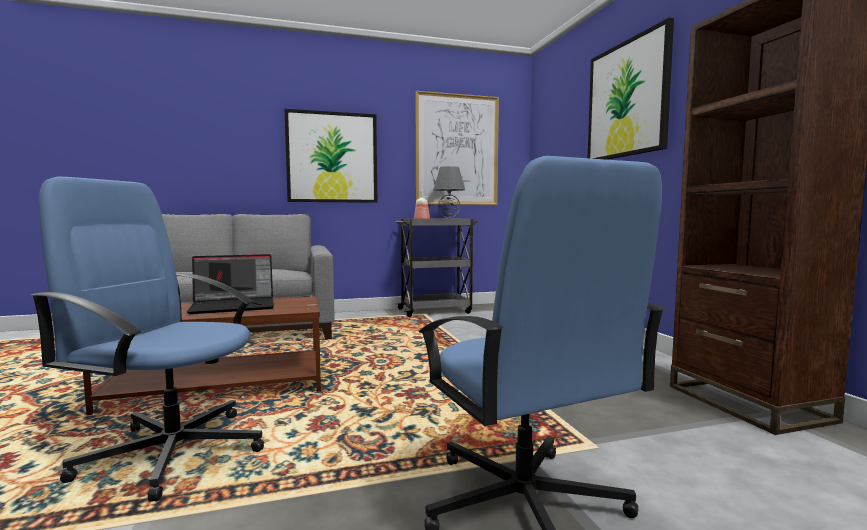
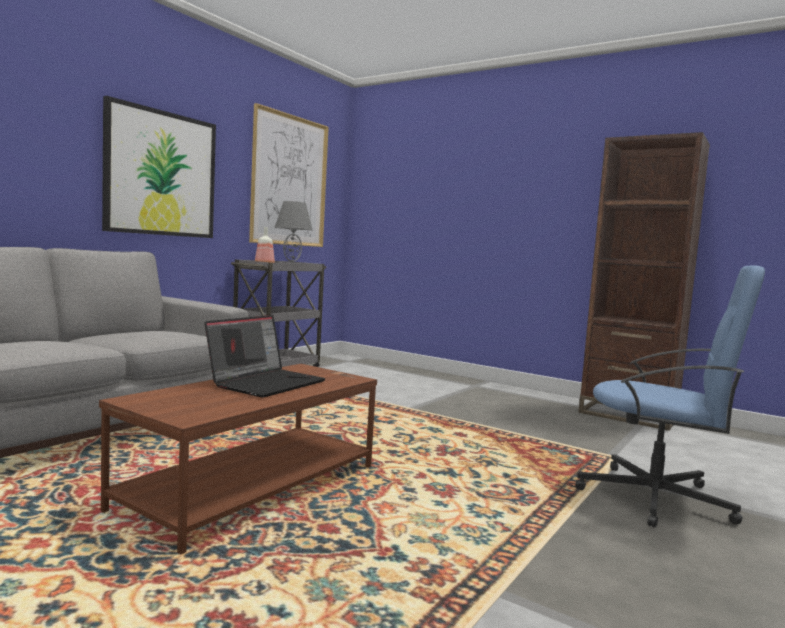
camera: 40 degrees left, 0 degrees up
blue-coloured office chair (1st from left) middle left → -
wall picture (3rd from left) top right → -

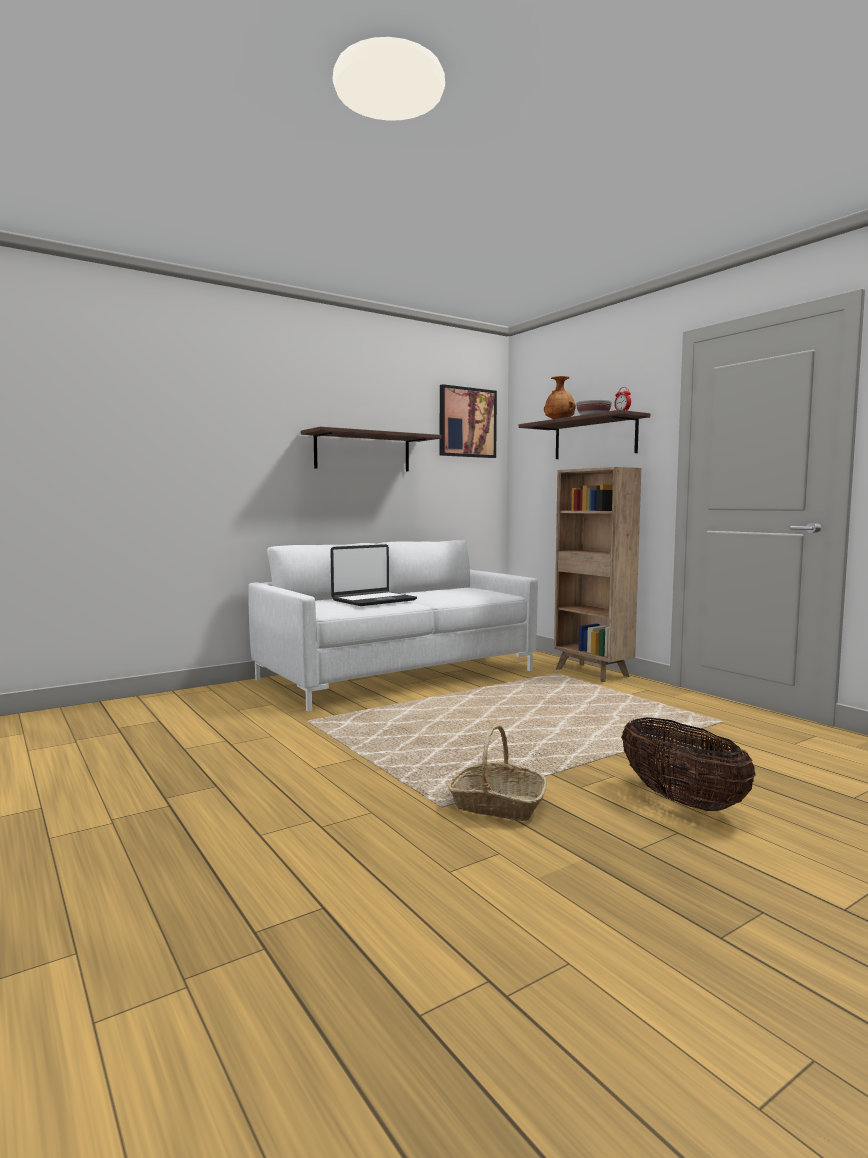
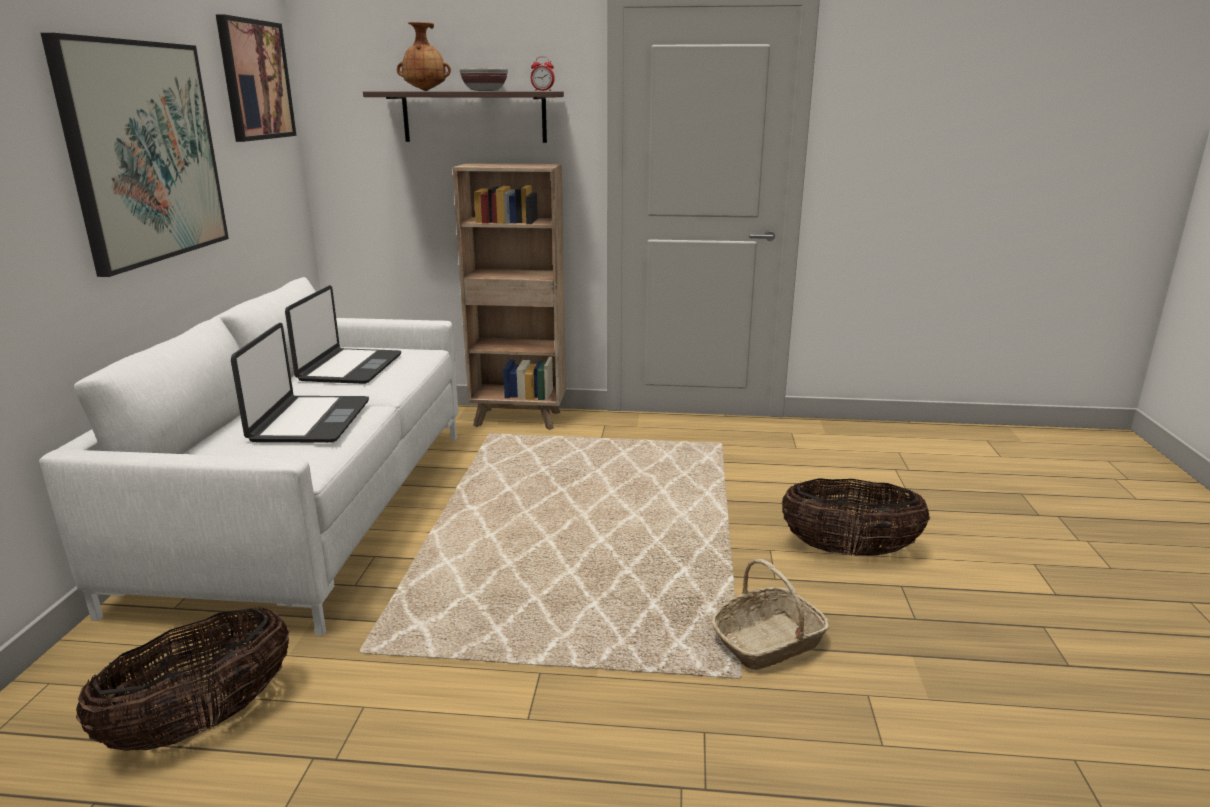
camera: 50 degrees left, 15 degrees up
bracket shelf (1st from left) centre → wall picture (1st from left) top left
- → storage basket (1st from left) bottom left
- → notebook computer (2nd from left) middle left

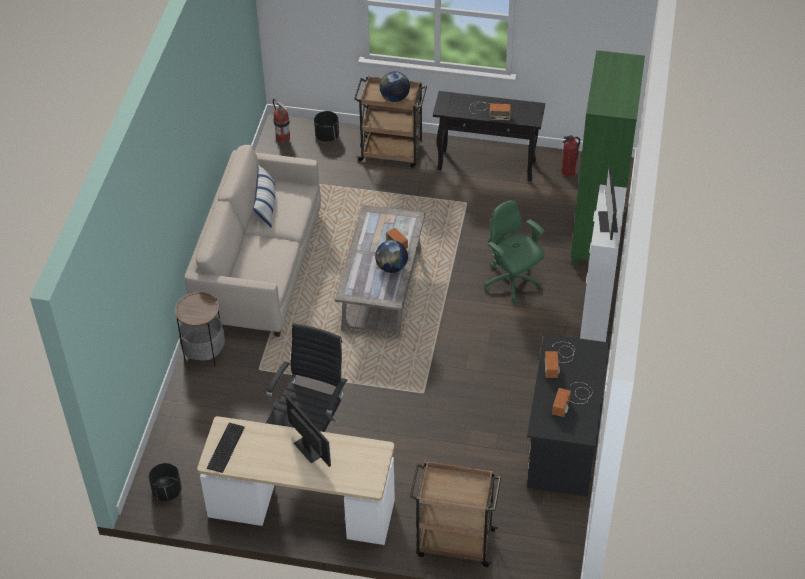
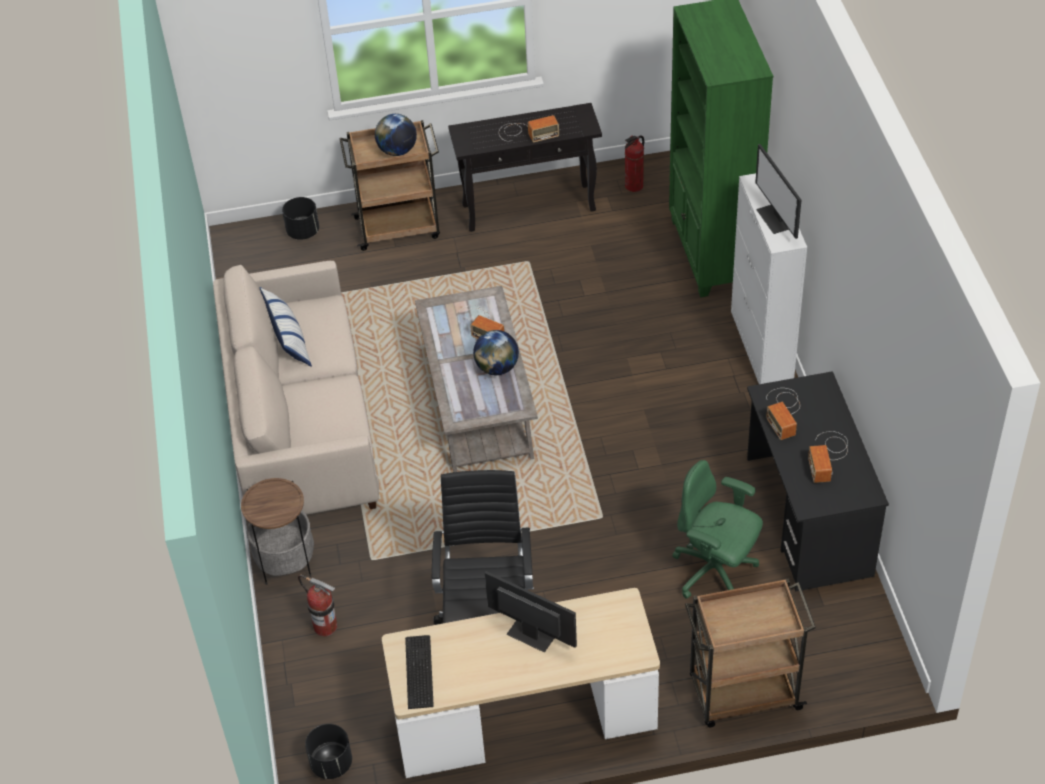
camera: 20 degrees left, 0 degrees up
fire extinguisher (1st from left) top centre → fire extinguisher (1st from left) bottom left, moved
greenish office chair centre → greenish office chair bottom right, moved

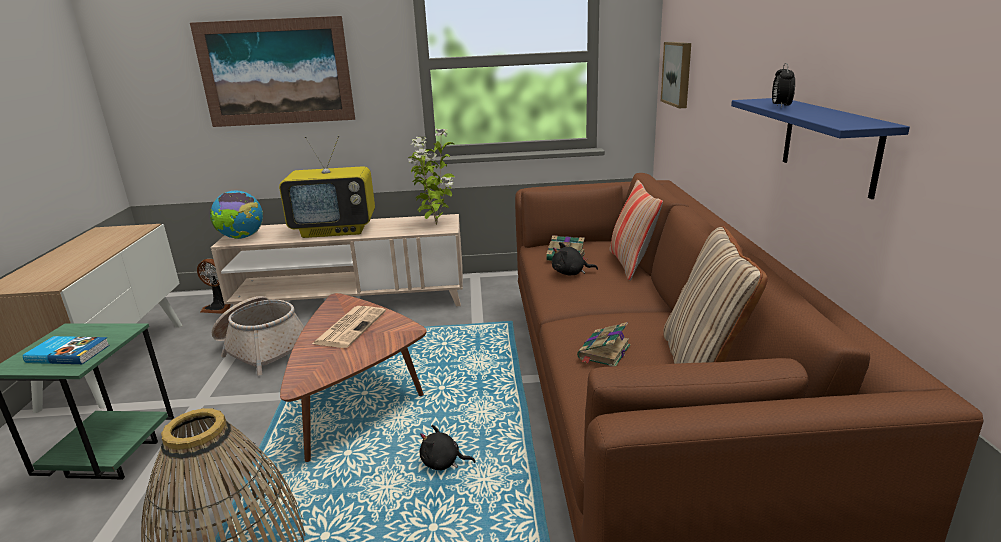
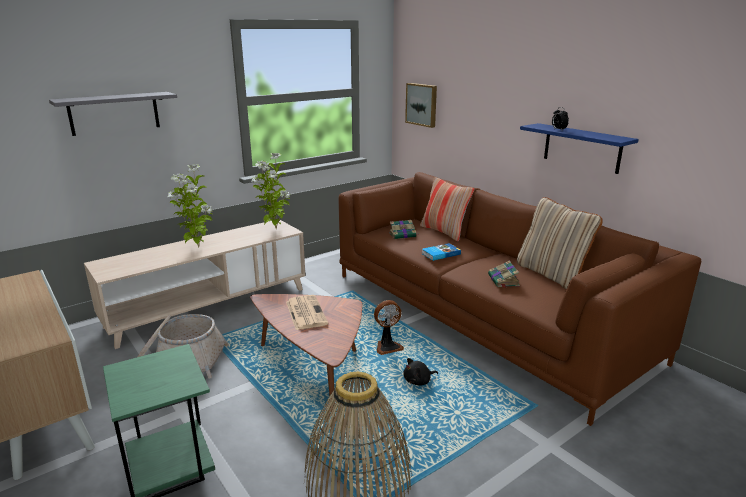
camera: 35 degrees left, 0 degrees up
wall picture (1st from left) top left → greyish bracket shelf top left
television middle left → houseplant (1st from left) middle left
electric fan middle left → electric fan centre, moved
bound book (1st from left in the first image) middle left → bound book (2nd from left) centre, moved
globe middle left → -
blackish plush toy (2nd from left) centre → -

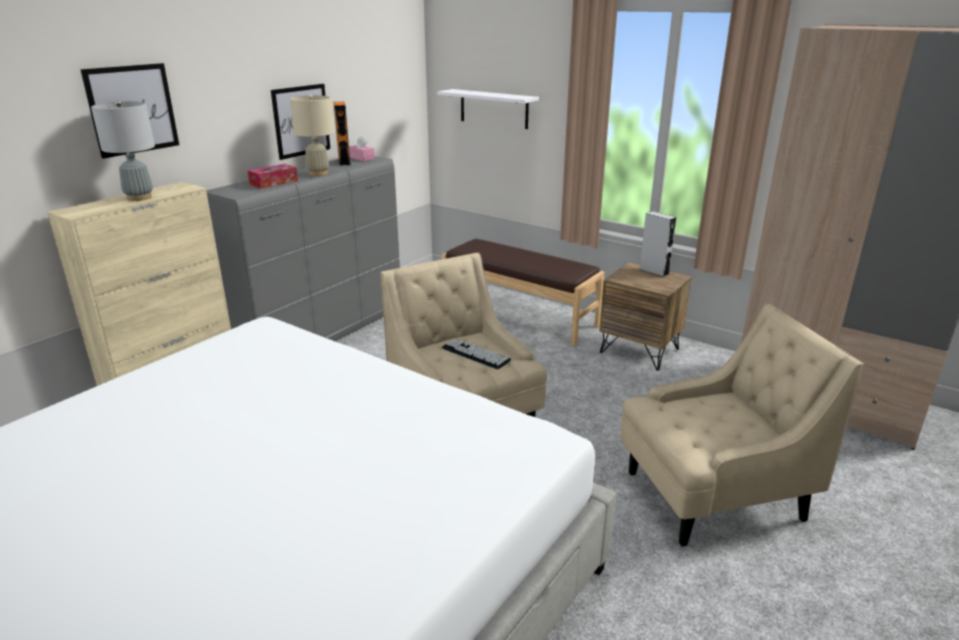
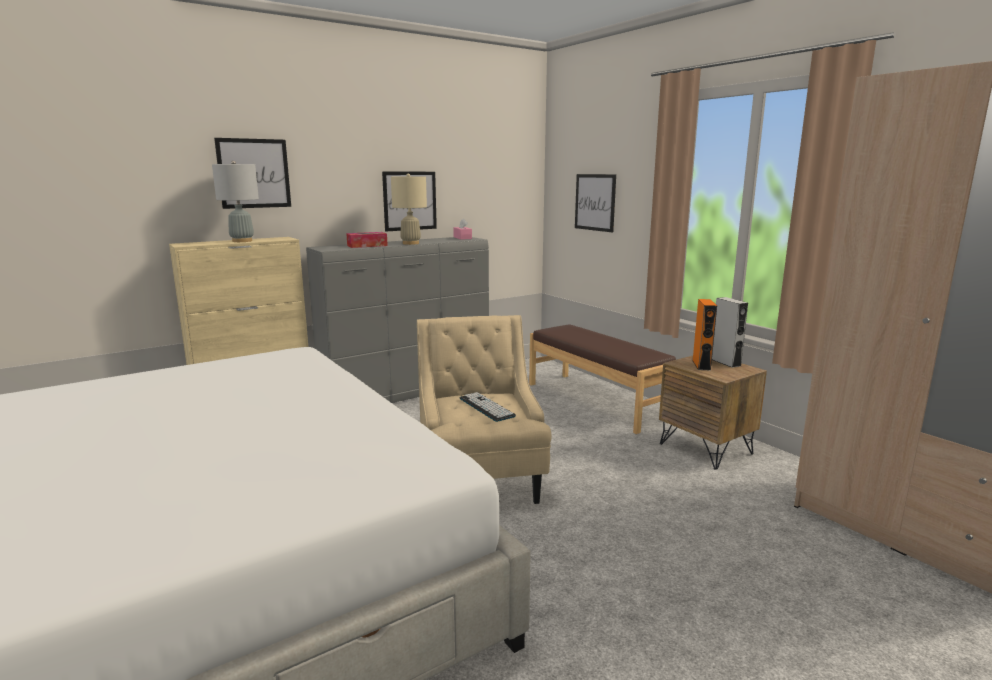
camera: 20 degrees right, 10 degrees down
white-coloured bracket shelf top centre → wall picture (3rd from left) top centre
orange-coloured audio speaker top centre → orange-coloured audio speaker middle right, moved
sand-coloured armchair (2nd from left) middle right → -

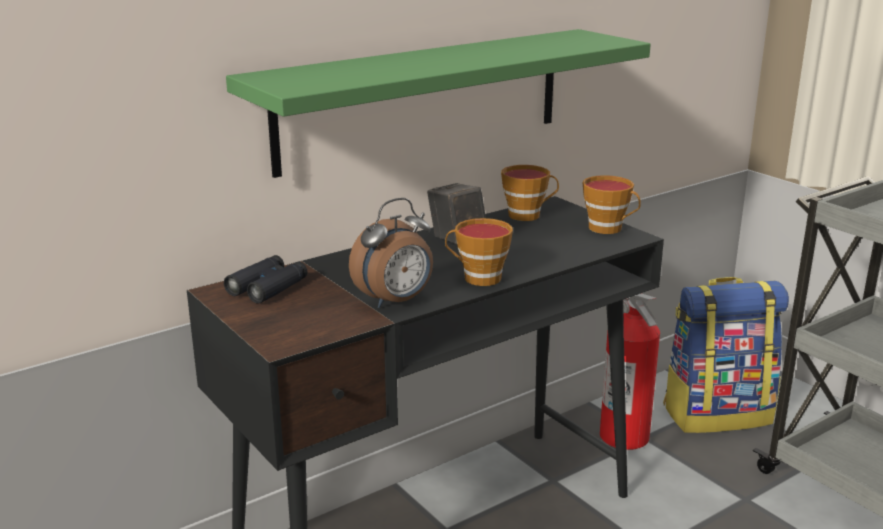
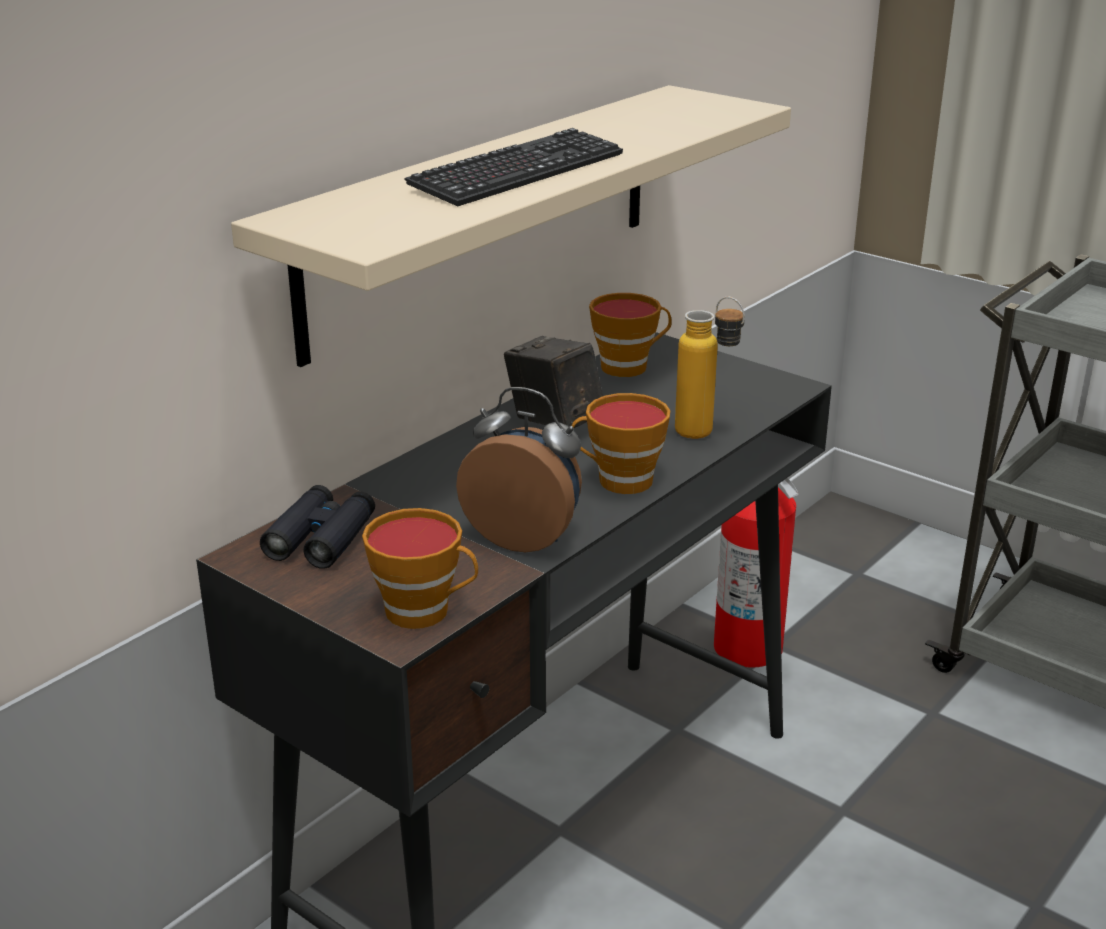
camera: 15 degrees left, 5 degrees up
greenish bracket shelf top centre → sand-coloured bracket shelf top centre
cup (3rd from left in the first image) middle right → cup (1st from left) centre, moved
- → PC keyboard top centre
alarm clock centre, 105 degrees counterclockwise
- → drink bottle centre
knapsack bottom right → -

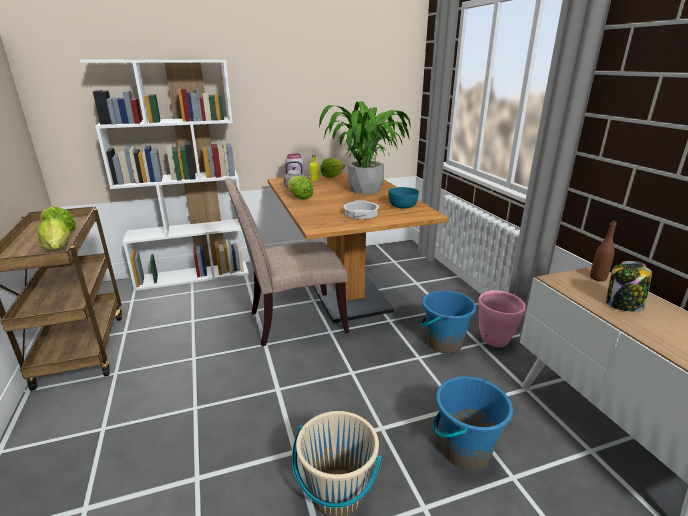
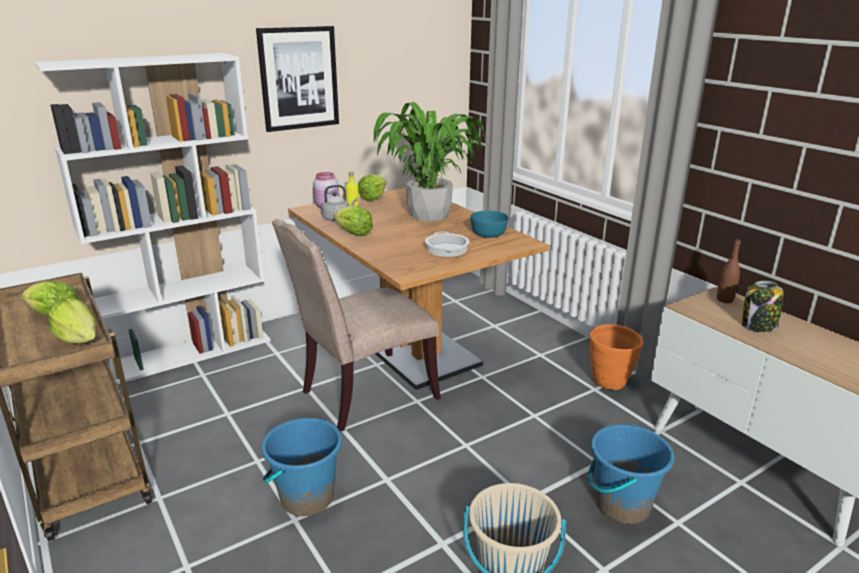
camera: 15 degrees left, 0 degrees up
- → wall picture top centre
blue-coloured pail (1st from left) centre → blue-coloured pail (1st from left) bottom centre, moved
pinkish plant pot middle right → orange-coloured plant pot middle right

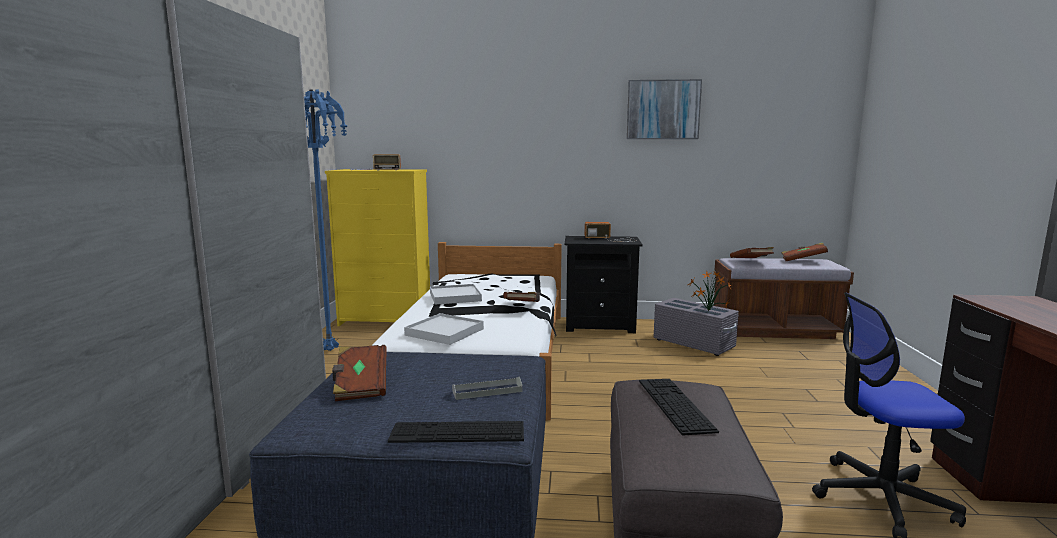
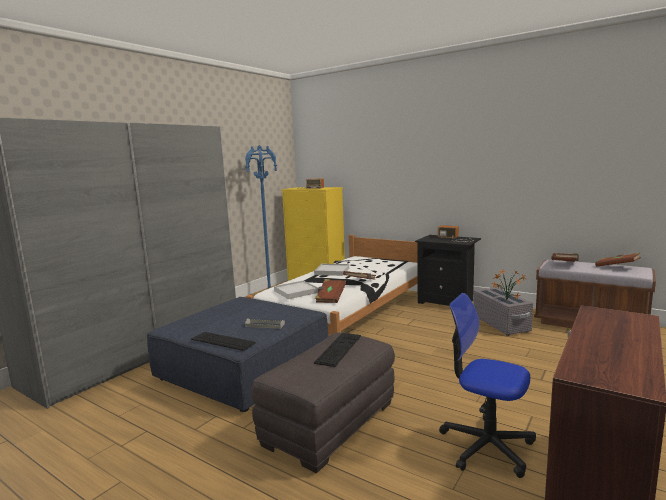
camera: 30 degrees right, 0 degrees up
brownish bound book (1st from left) bottom centre → brownish bound book (1st from left) centre, moved
wall picture top centre → -

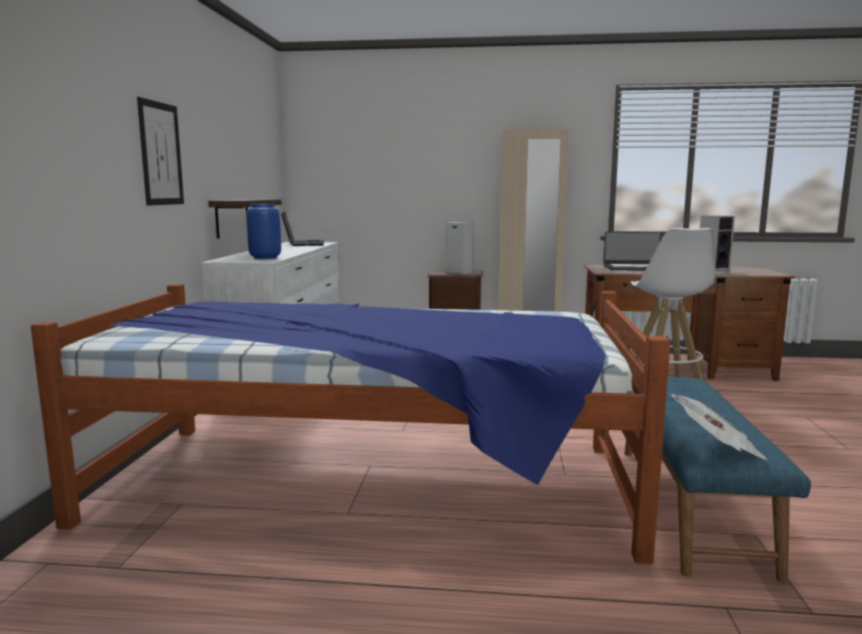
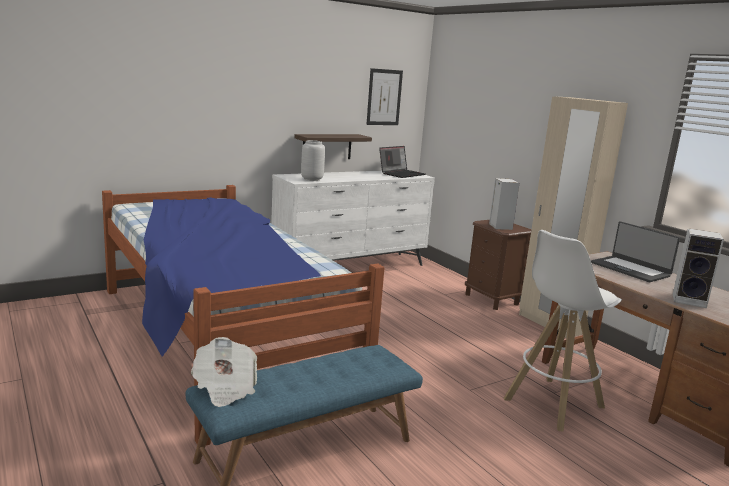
camera: 50 degrees right, 5 degrees up
blue-coloured decorative vase middle left → greyish decorative vase top centre
wall picture top left → wall picture top centre, moved

